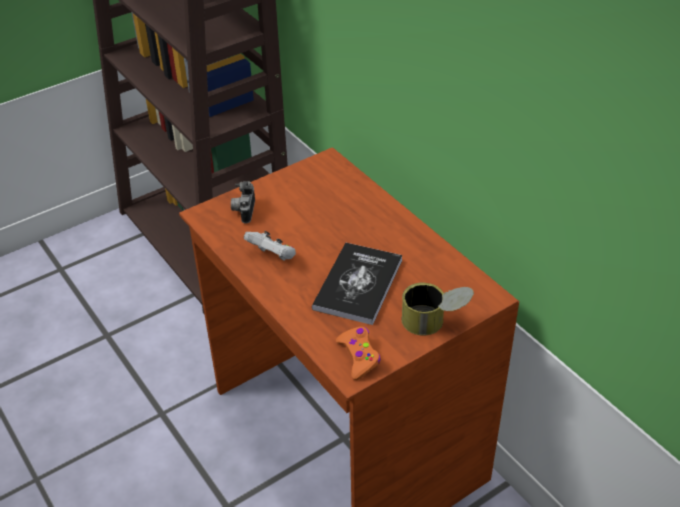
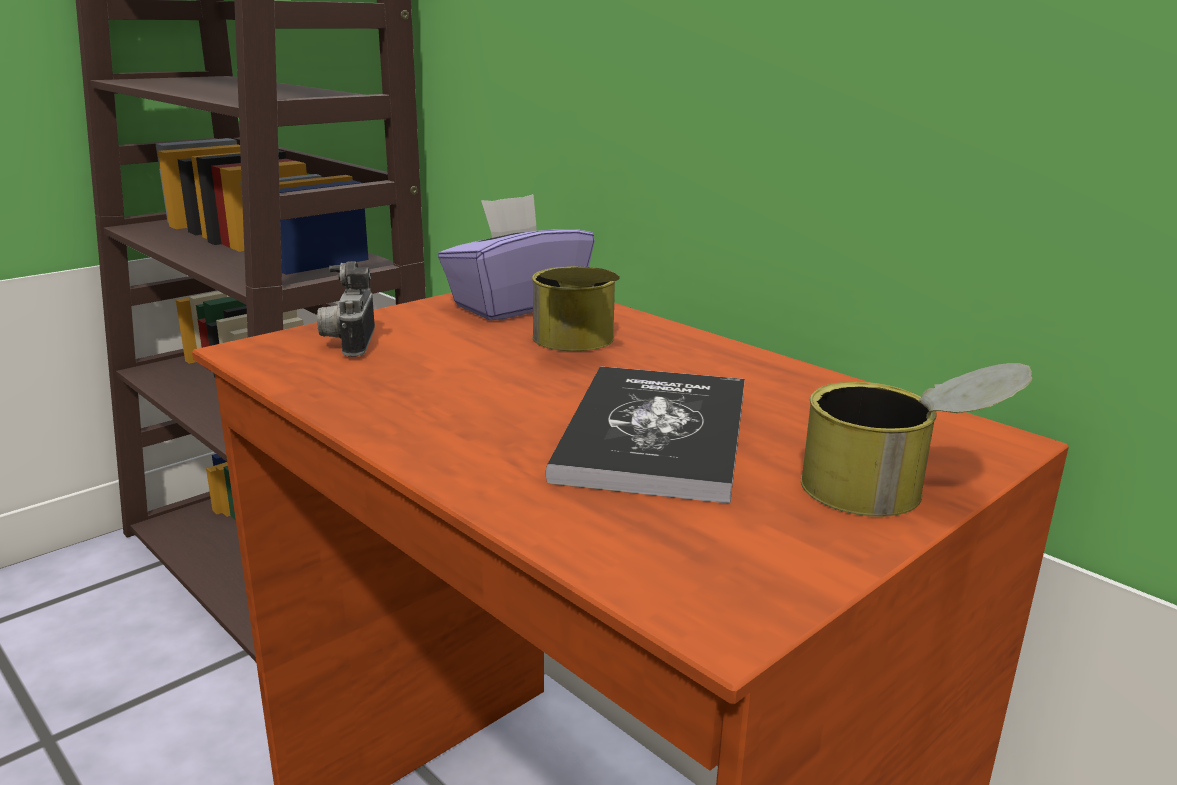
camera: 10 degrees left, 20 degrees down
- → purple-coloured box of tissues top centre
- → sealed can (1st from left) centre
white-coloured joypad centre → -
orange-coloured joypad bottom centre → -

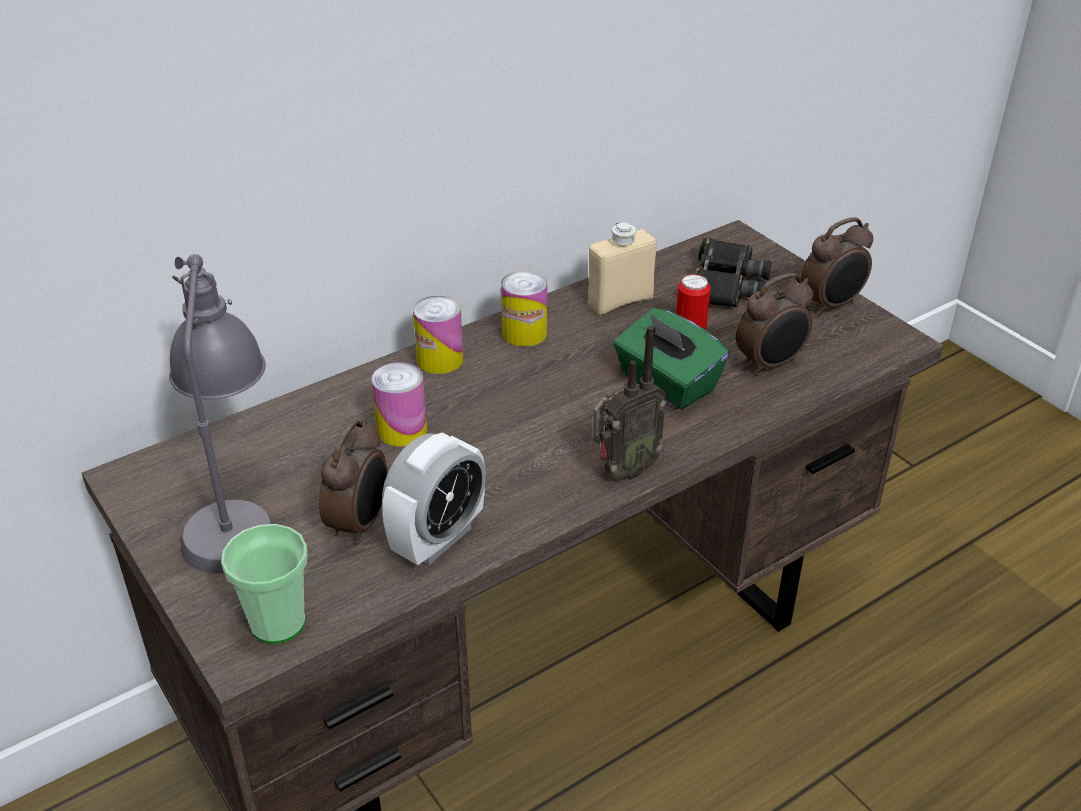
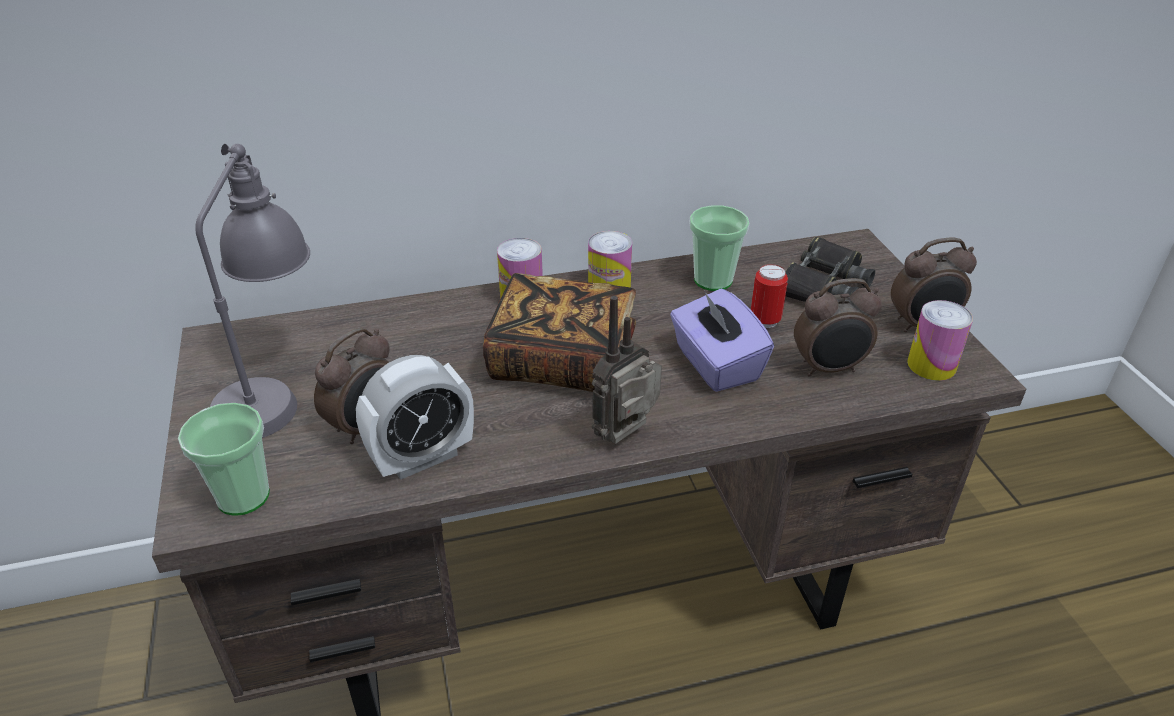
camera: 20 degrees right, 0 degrees up
- → bound book centre
radio centre, 150 degrees clockwise
greenish box of tissues centre → purple-coloured box of tissues centre
sand-coloured drink bottle top centre → cup (2nd from left) centre
sealed can (1st from left in the first image) centre → sealed can (4th from left) middle right, moved

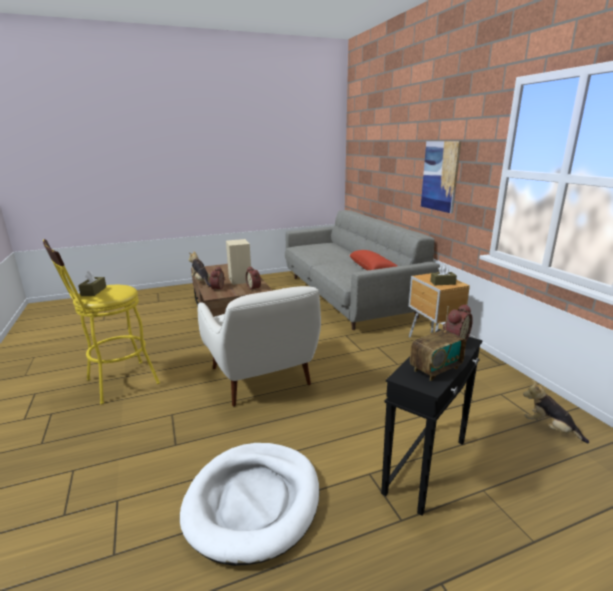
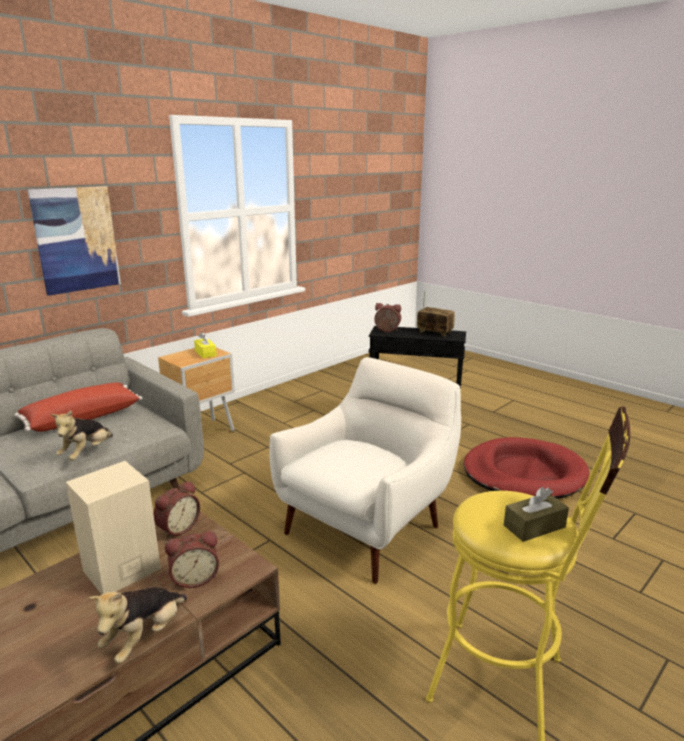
camera: 115 degrees left, 0 degrees up
plush toy (2nd from left in the first image) bottom right → plush toy (1st from left) middle left, moved
brownish box of tissues (2nd from left) middle right → yellow-coloured box of tissues middle left
white-coloured pet bed bottom centre → reddish pet bed middle right

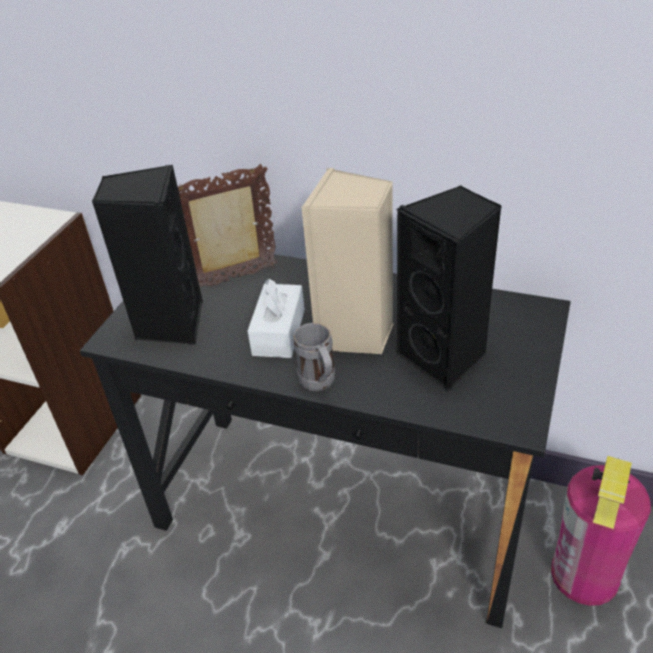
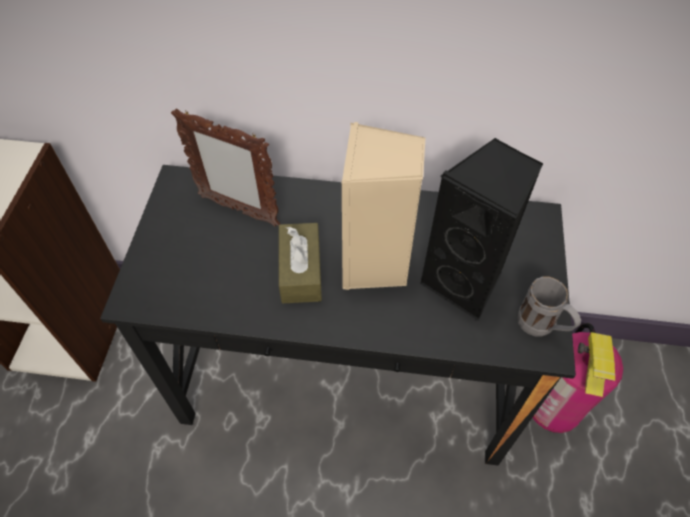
camera: 15 degrees left, 15 degrees up
picture frame centre → picture frame top left, 120 degrees counterclockwise
white-coloured box of tissues centre → brownish box of tissues centre
greyish mug centre → greyish mug middle right, moved
blackish audio speaker (1st from left) middle left → -

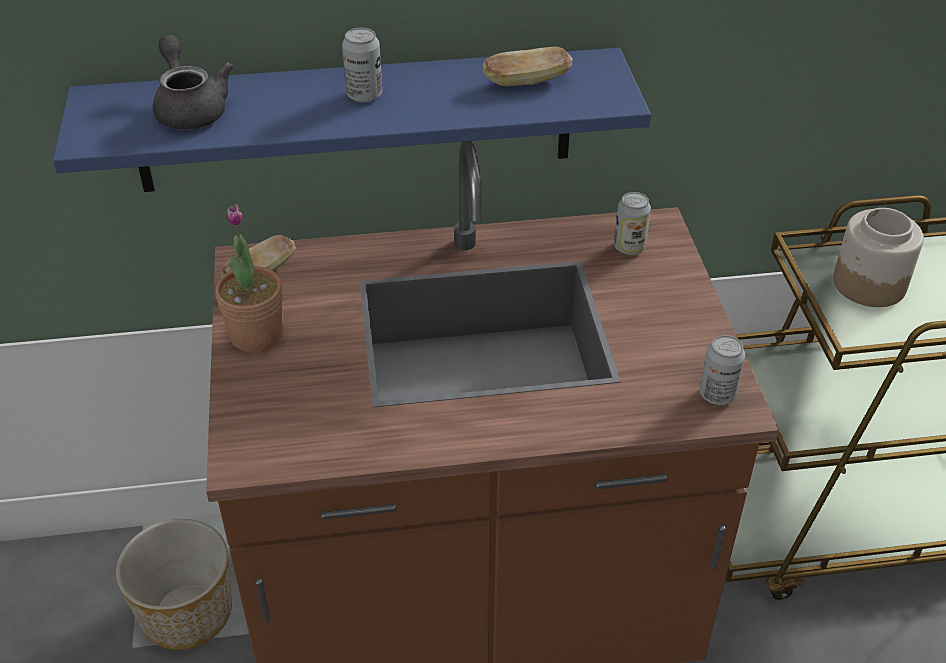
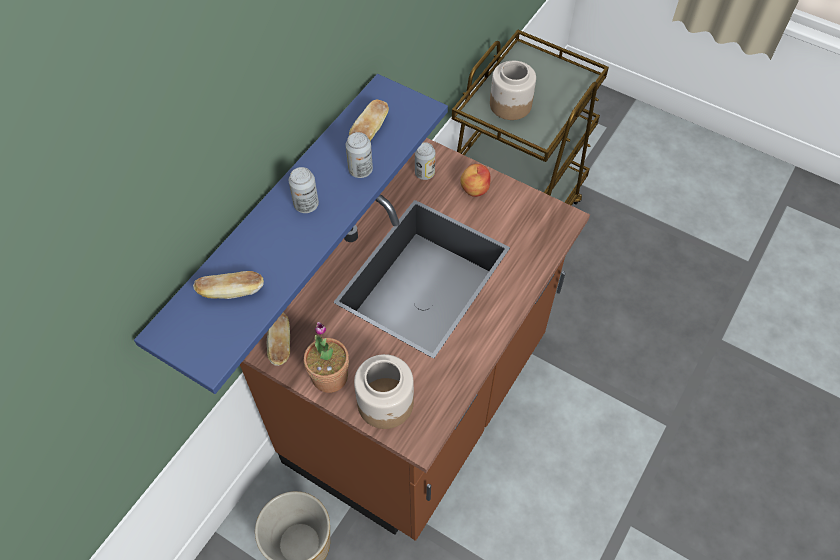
camera: 50 degrees left, 15 degrees up
greyish teapot top left → baked bread (1st from left) middle left
sealed can (3rd from left in the first image) middle right → sealed can (2nd from left) top centre, moved
- → preserve jar (1st from left) bottom centre
- → whole apple top centre

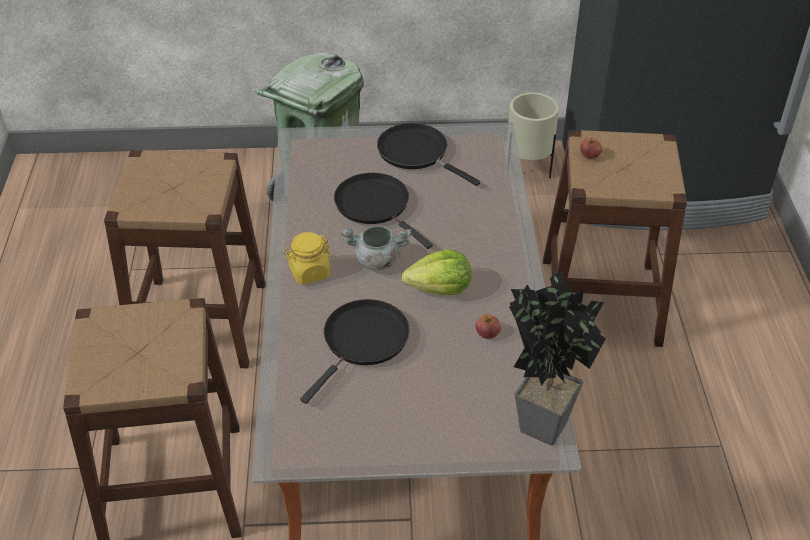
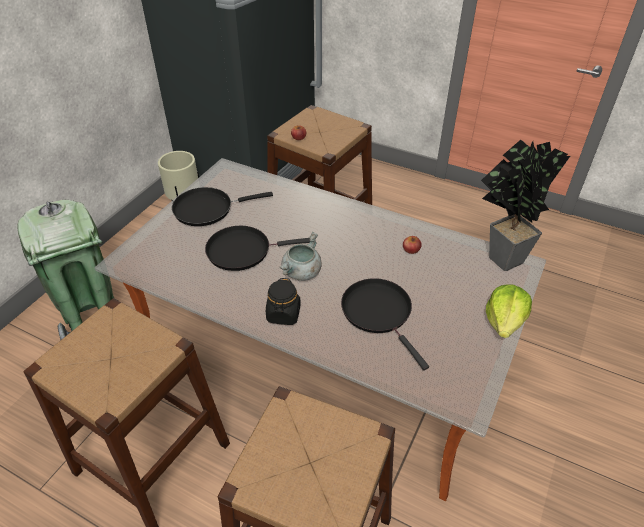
camera: 60 degrees left, 0 degrees up
yellow-coloured preserve jar centre → blackish preserve jar centre
lettuce head centre → lettuce head middle right, moved

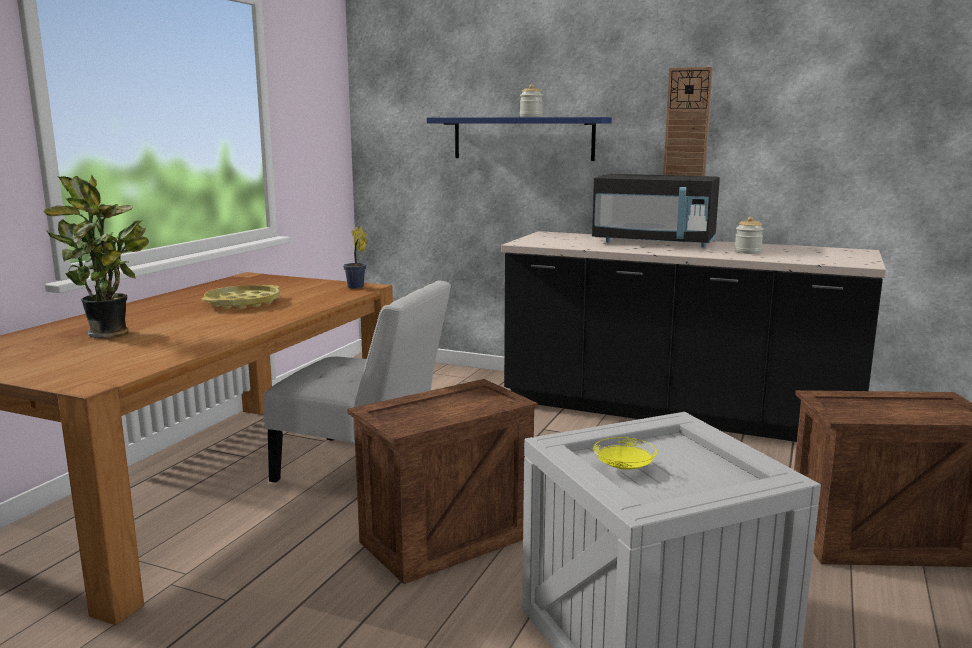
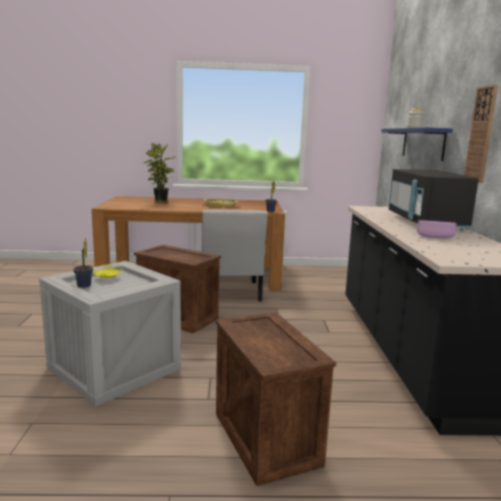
camera: 65 degrees right, 0 degrees up
- → houseplant (1st from left) middle left
preserve jar (2nd from left) middle right → purple-coloured deep dish middle right

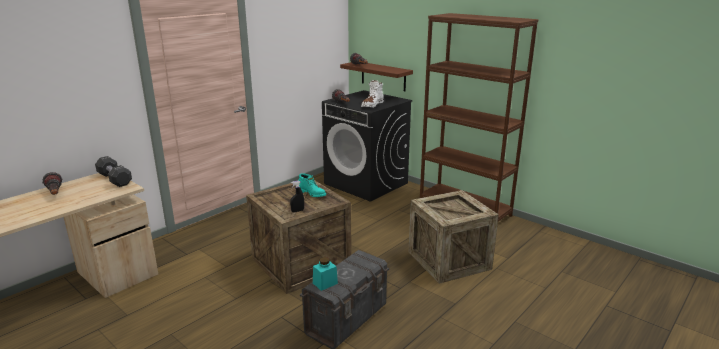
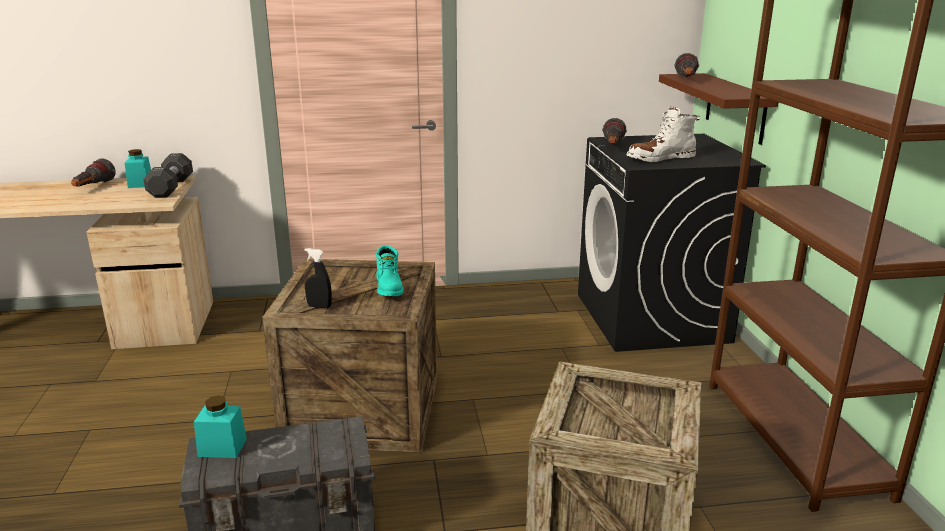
camera: 40 degrees right, 0 degrees up
- → blue-green preserve jar (1st from left) top left

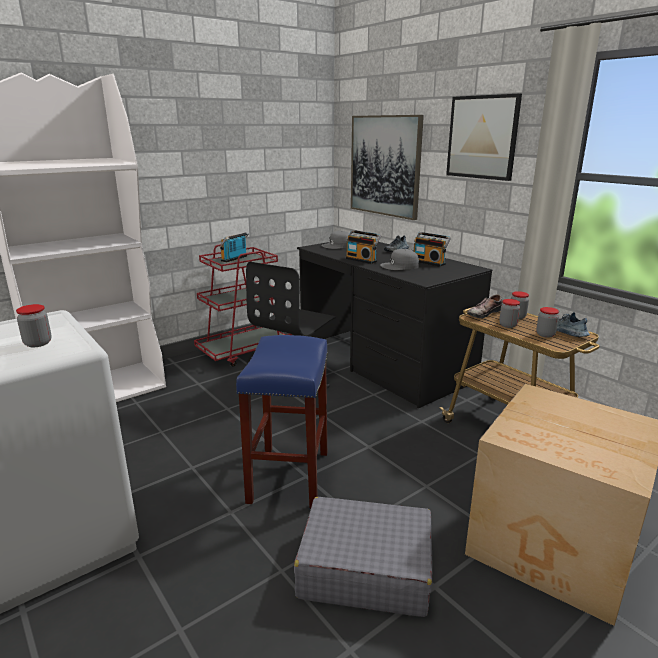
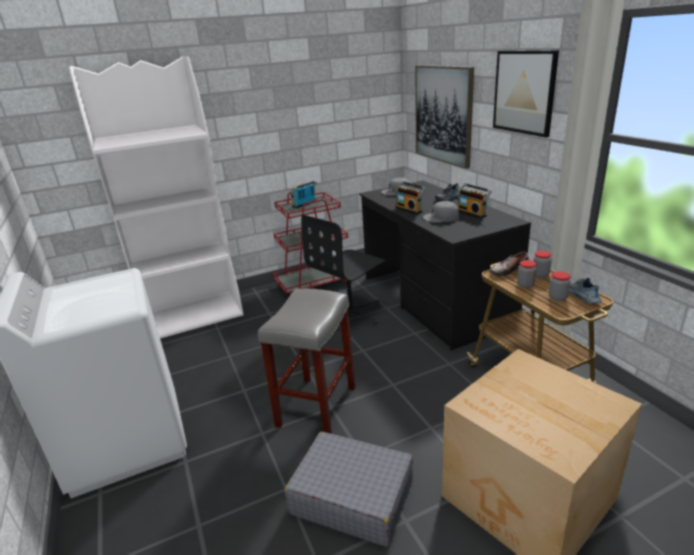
camera: 15 degrees right, 5 degrees up
blue-coloured stool centre → greyish stool centre
preserve jar (1st from left) middle left → -

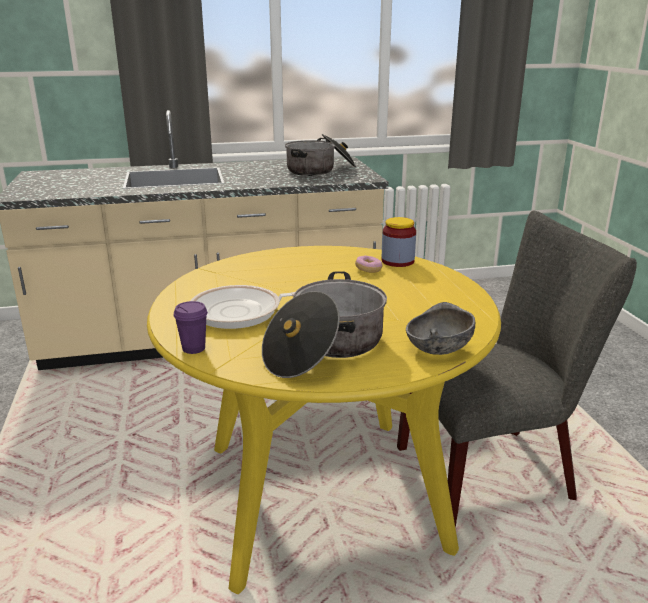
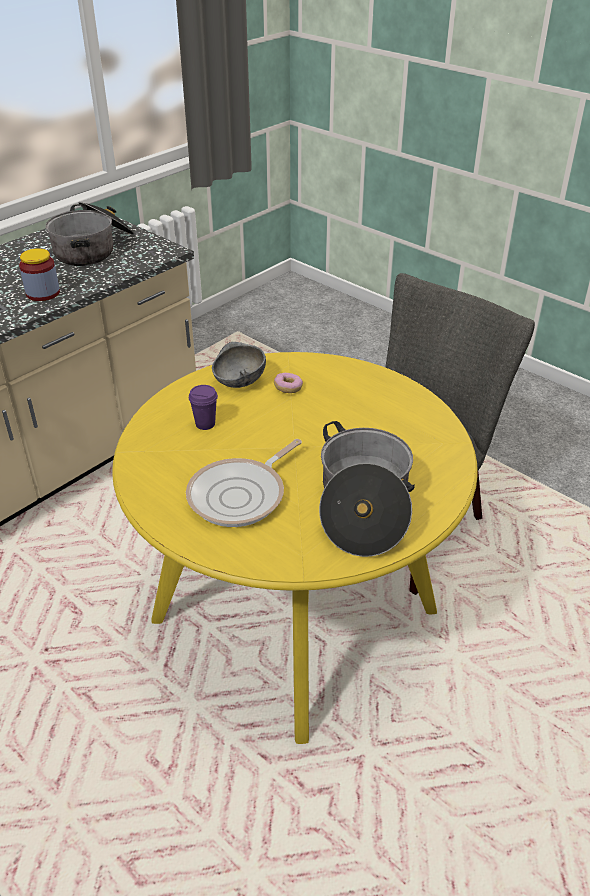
camera: 35 degrees left, 15 degrees up
preserve jar centre → preserve jar top left, moved
purple-coloured cup middle left → purple-coloured cup centre, moved
greyish deep dish middle right → greyish deep dish centre, moved

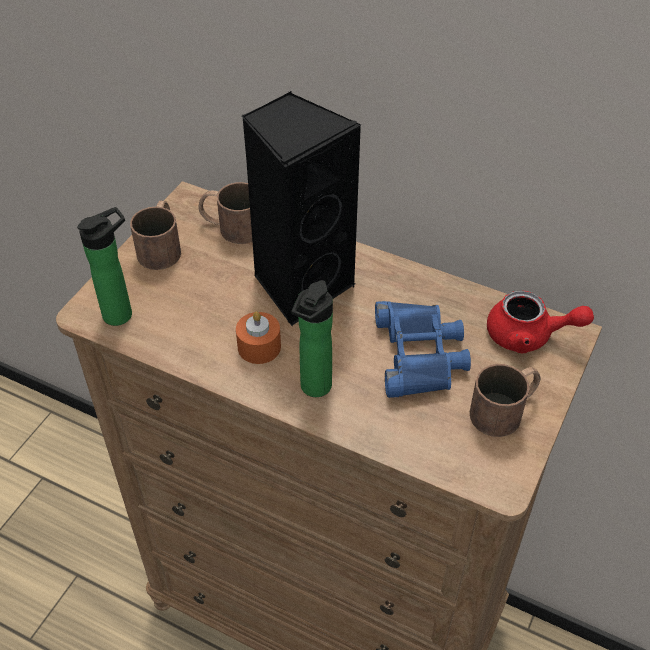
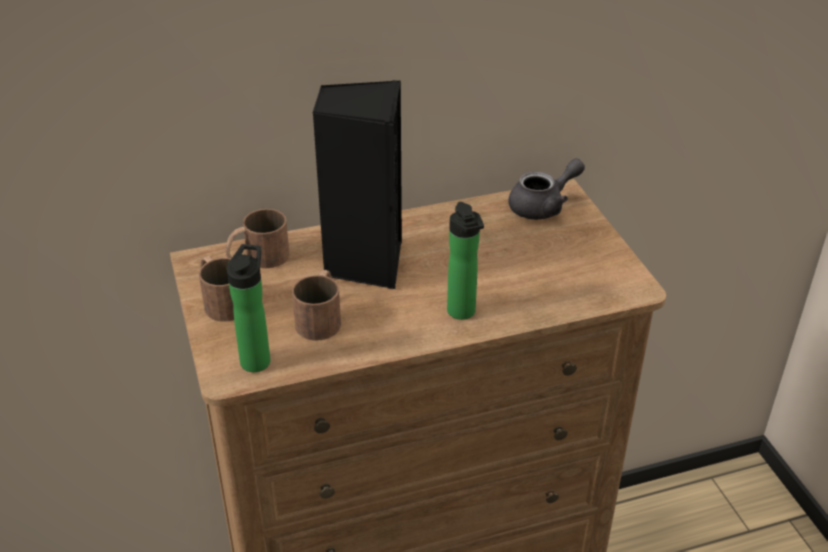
camera: 45 degrees left, 10 degrees down
brownish mug (3rd from left) middle right → brownish mug (3rd from left) centre, moved
reddish teapot middle right → greyish teapot centre
orange-coloured candle centre → -
blue-coloured pair of binoculars centre → -

